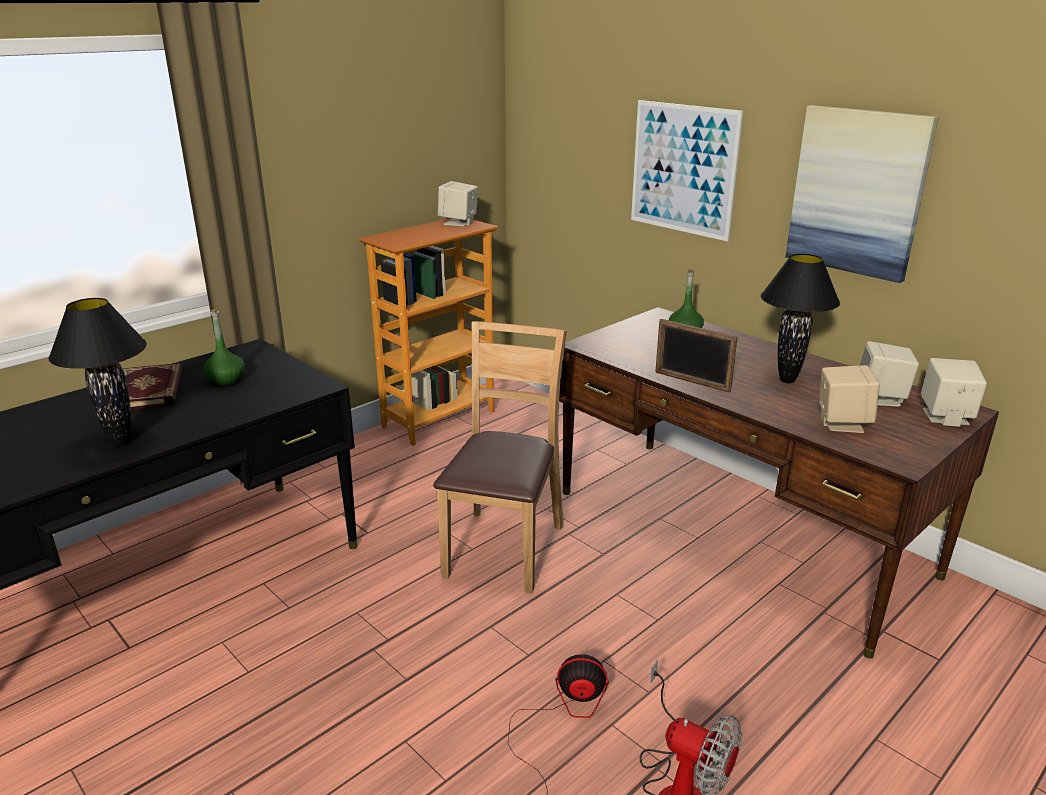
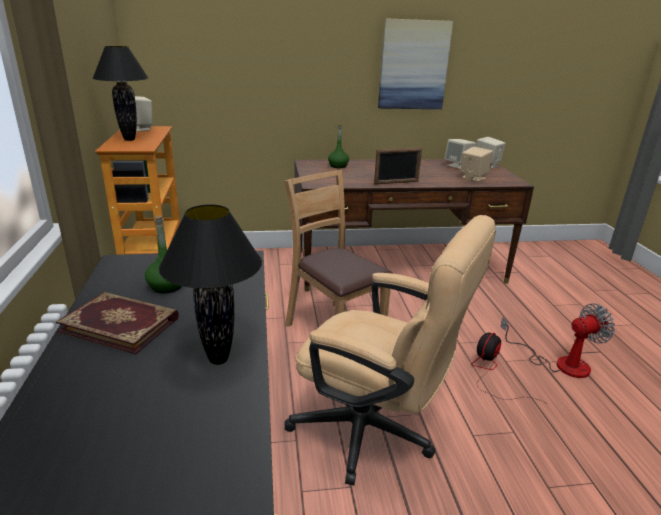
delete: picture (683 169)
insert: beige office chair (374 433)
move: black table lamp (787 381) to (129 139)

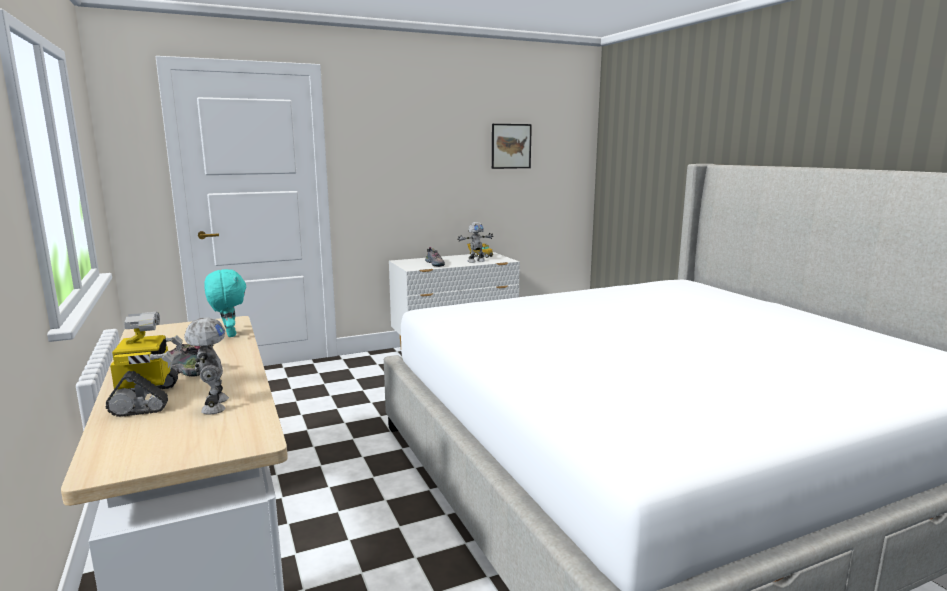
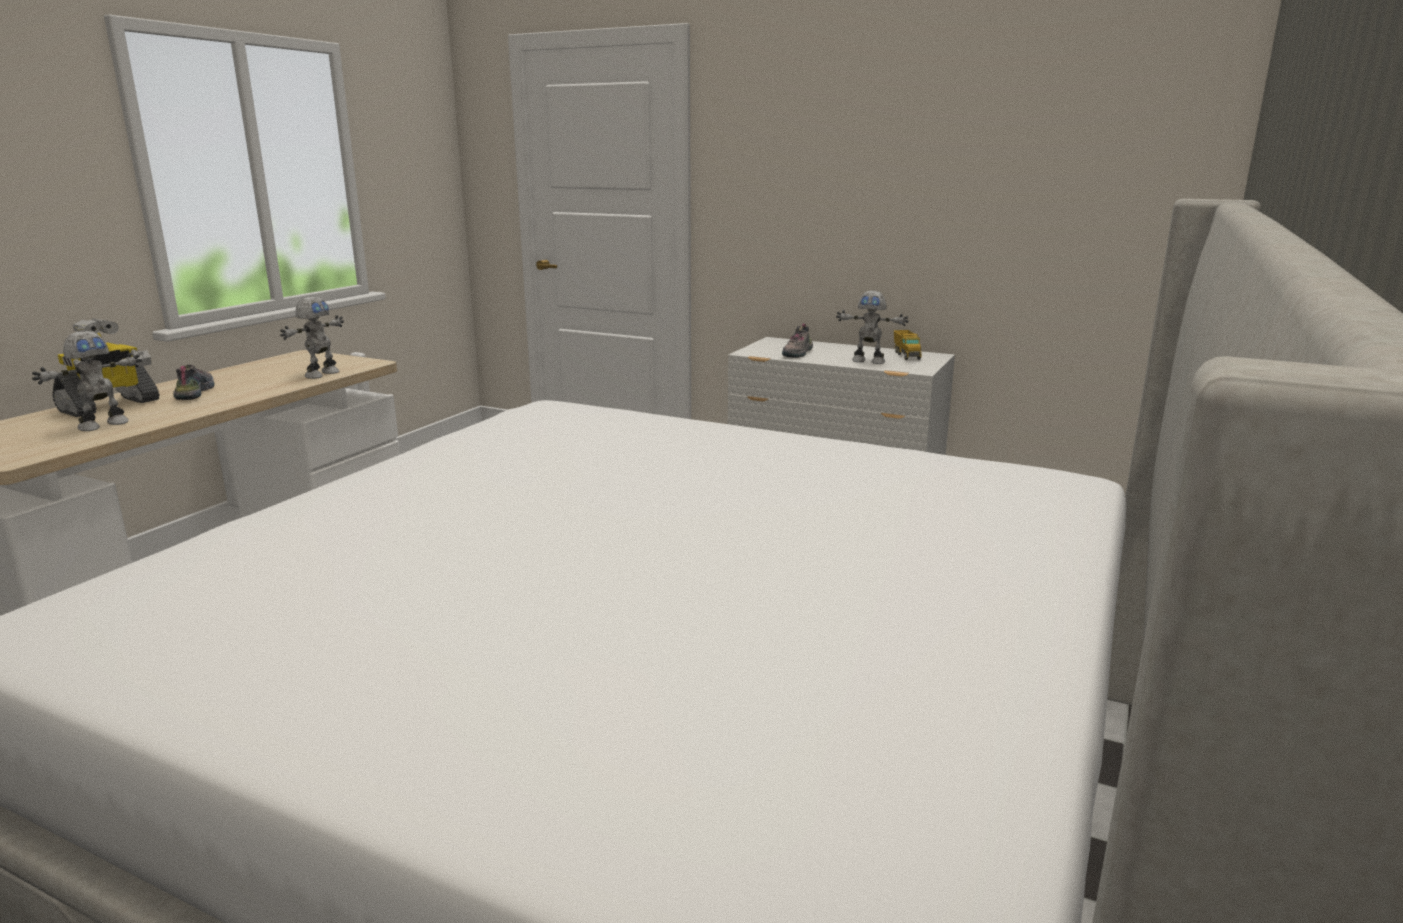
delete: picture (511 146)
replace: turquoise plush toy (229 334) to toy robot (321 374)

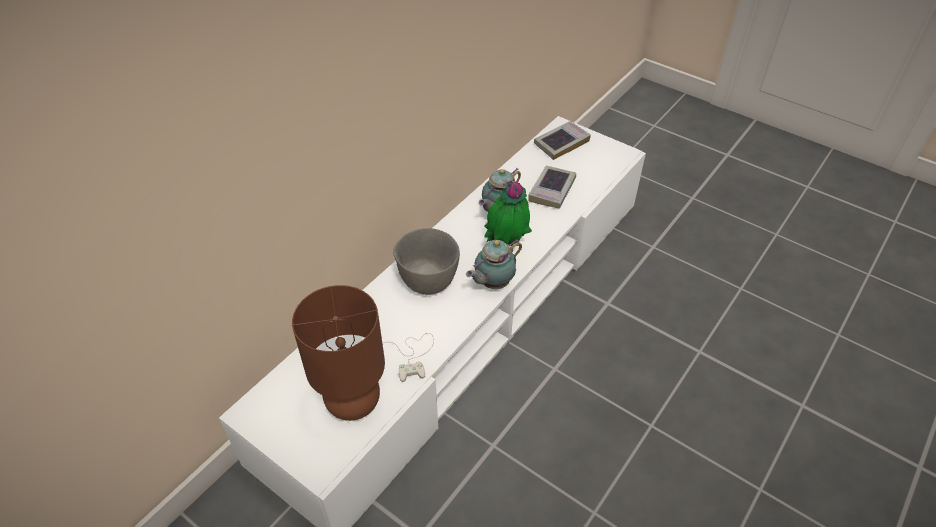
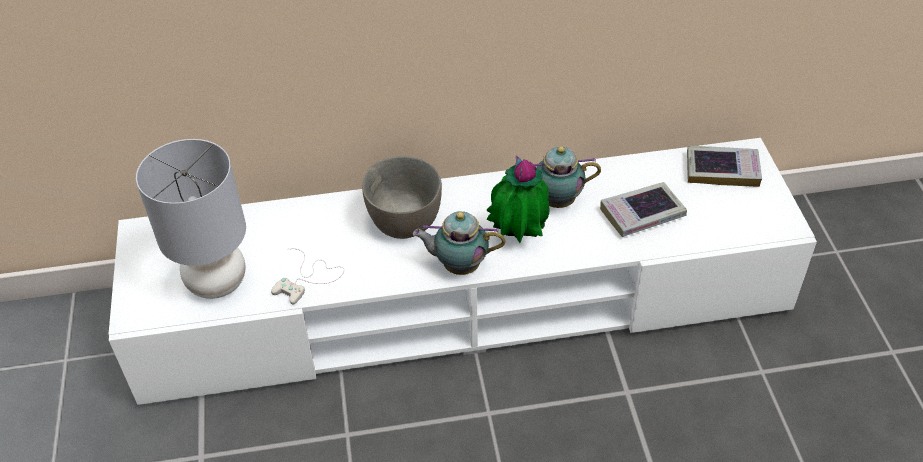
recolor: brown table lamp (353 403) to grey table lamp (216 282)

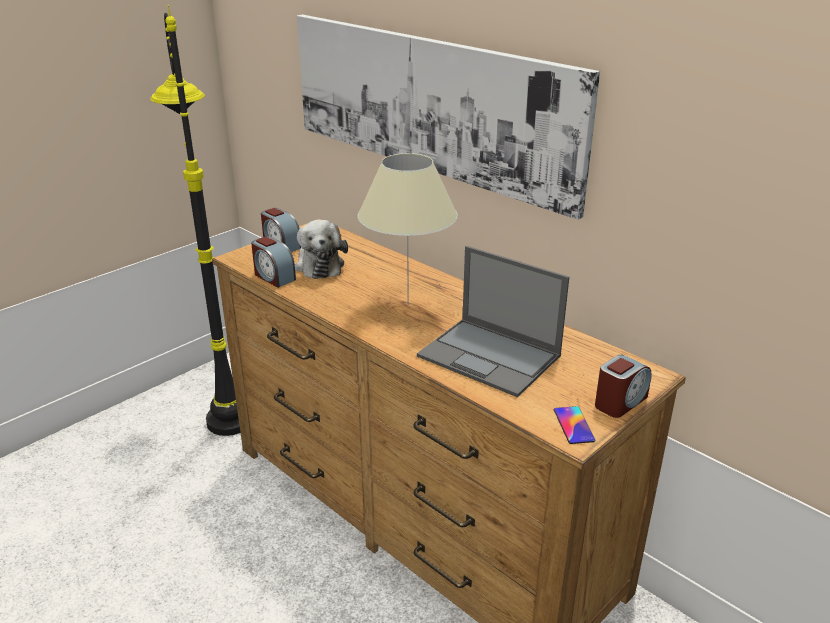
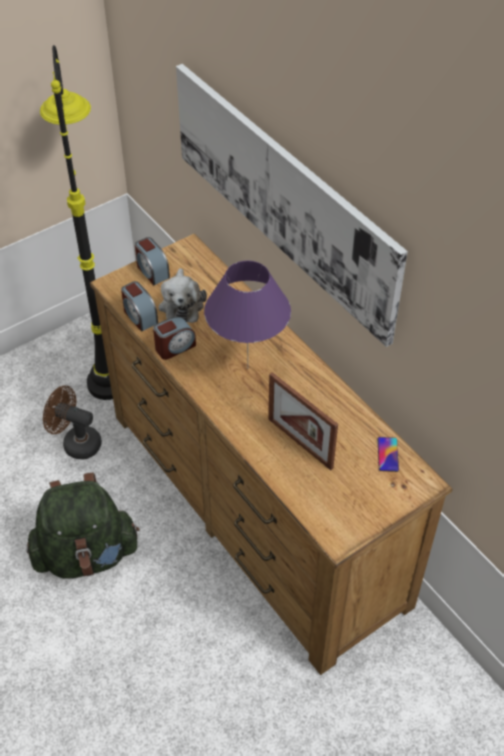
insert: brown fan (76 443); green backpack (86 554)
move: alarm clock (620 402) to (175 347); phone (573 425) to (387 454)
replace: laptop (490 356) to picture frame (300 443)
recolor: beige table lamp (408 304) to purple table lamp (248 368)

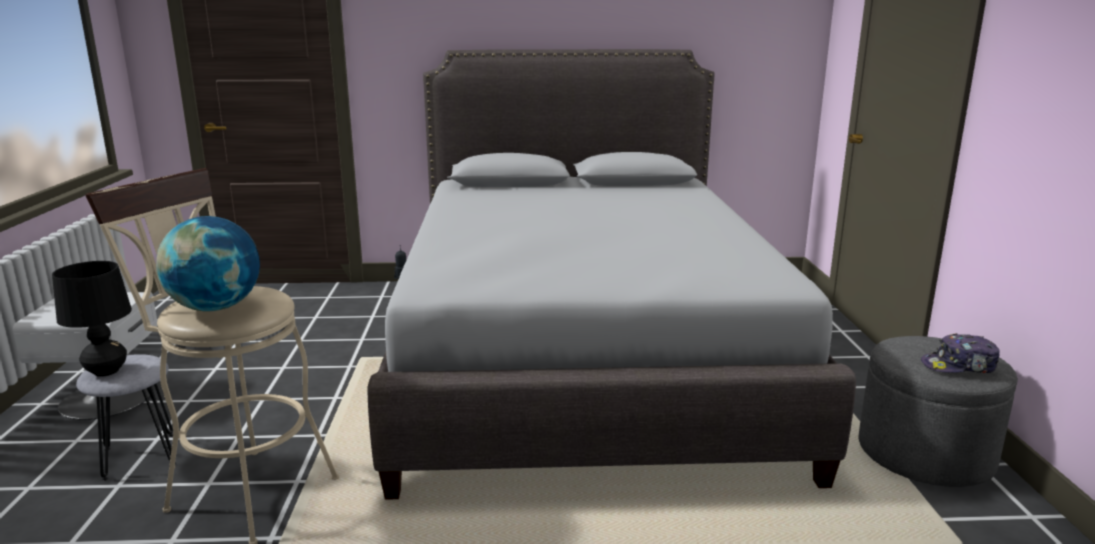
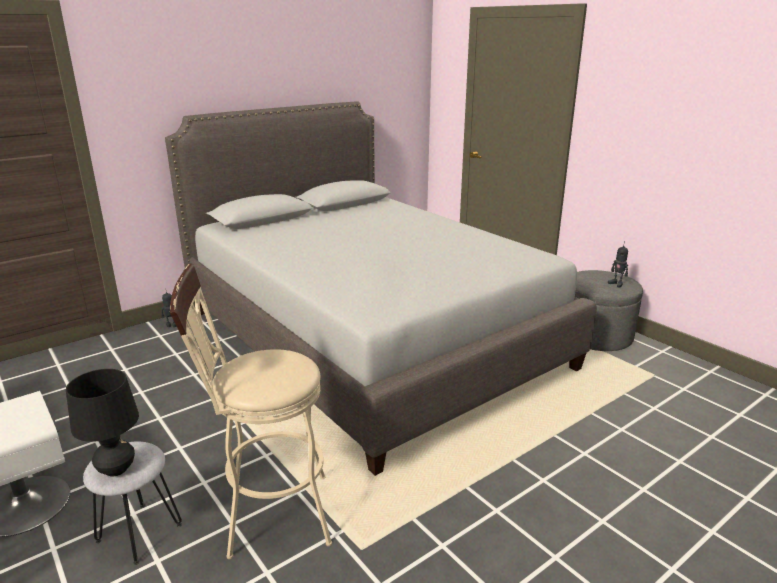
delete: globe (216 308)
replace: cap (959 366) to toy robot (616 284)

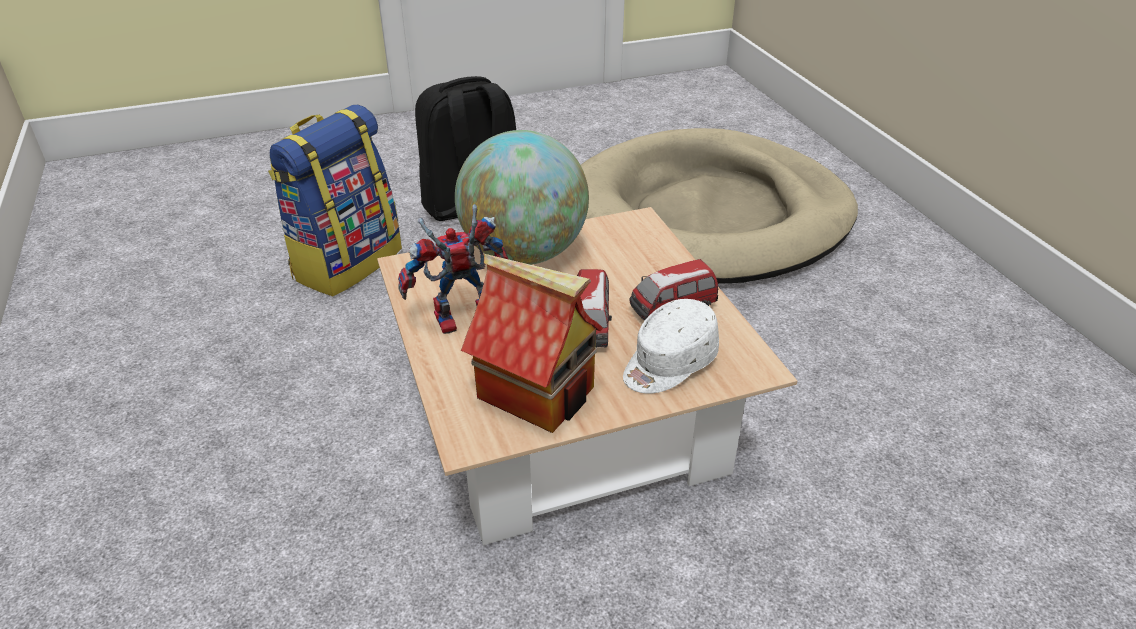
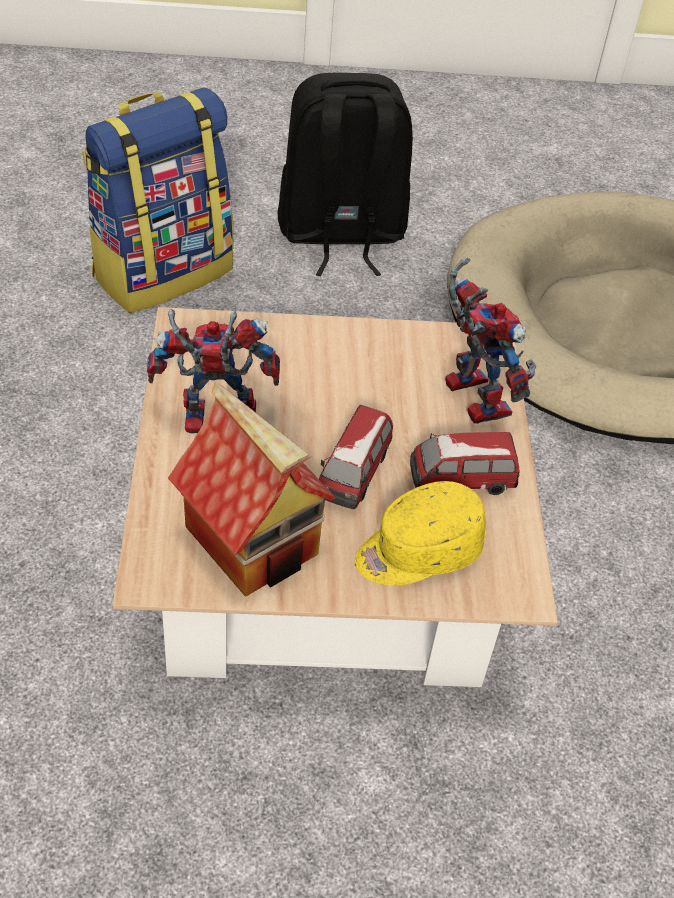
delete: globe (524 254)
insert: toy robot (468 394)
recolor: white cap (668 364) to yellow cap (417 551)

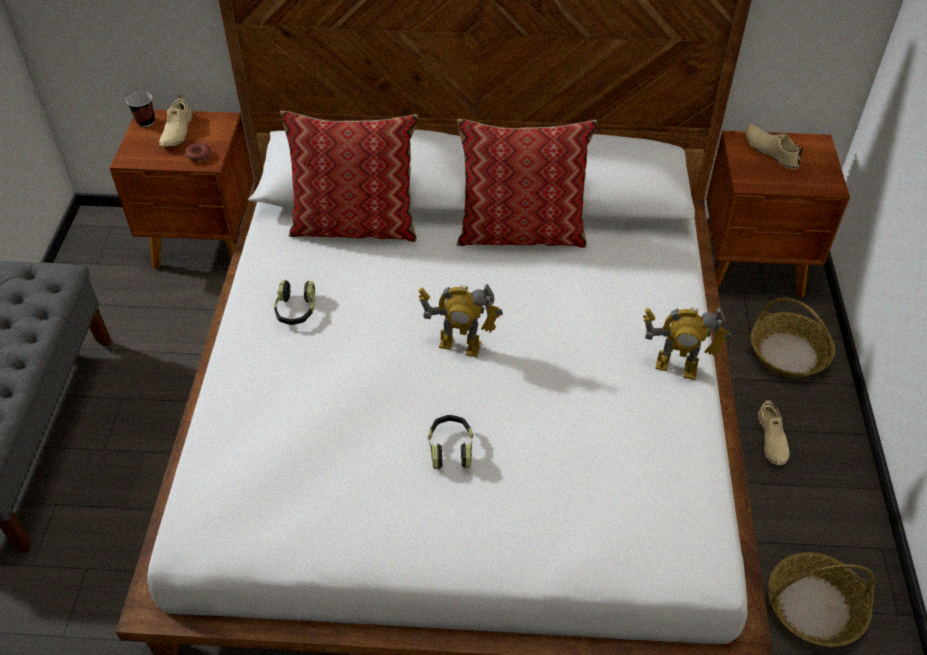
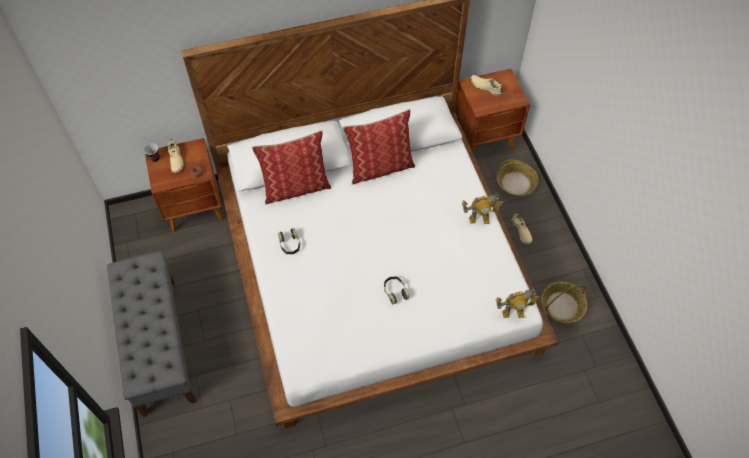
move: toy robot (460 345) to (513 313)

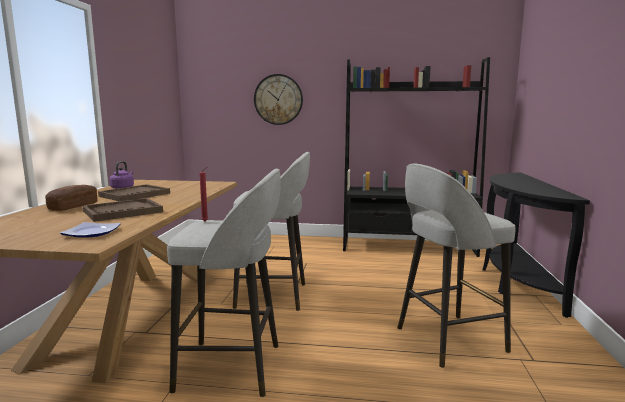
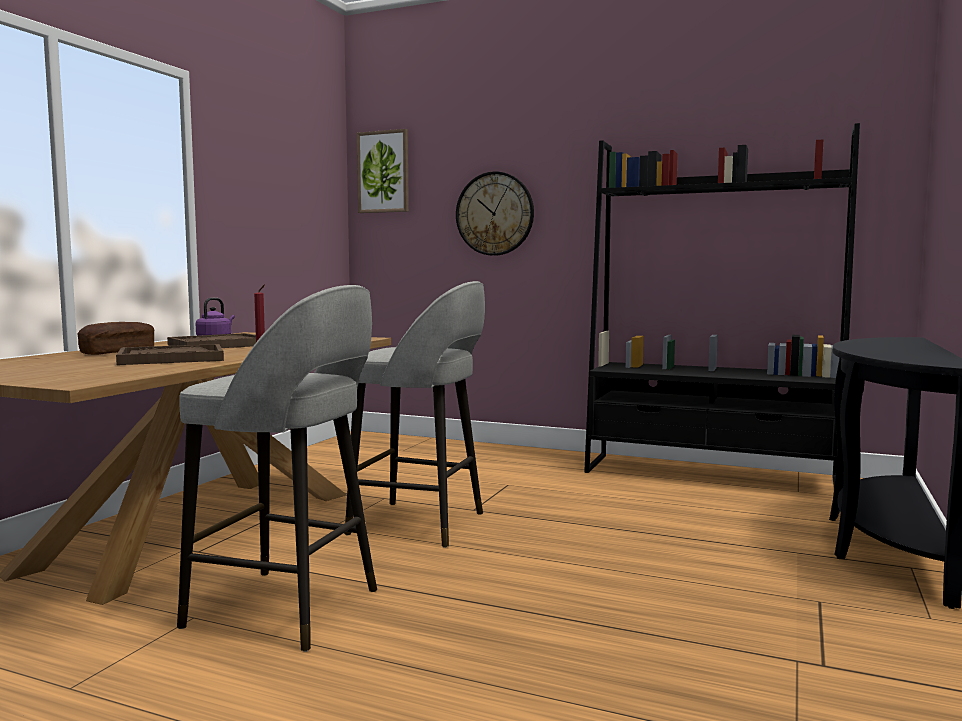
delete: grey stool (447 340); plate (92 233)
insert: picture (383 172)

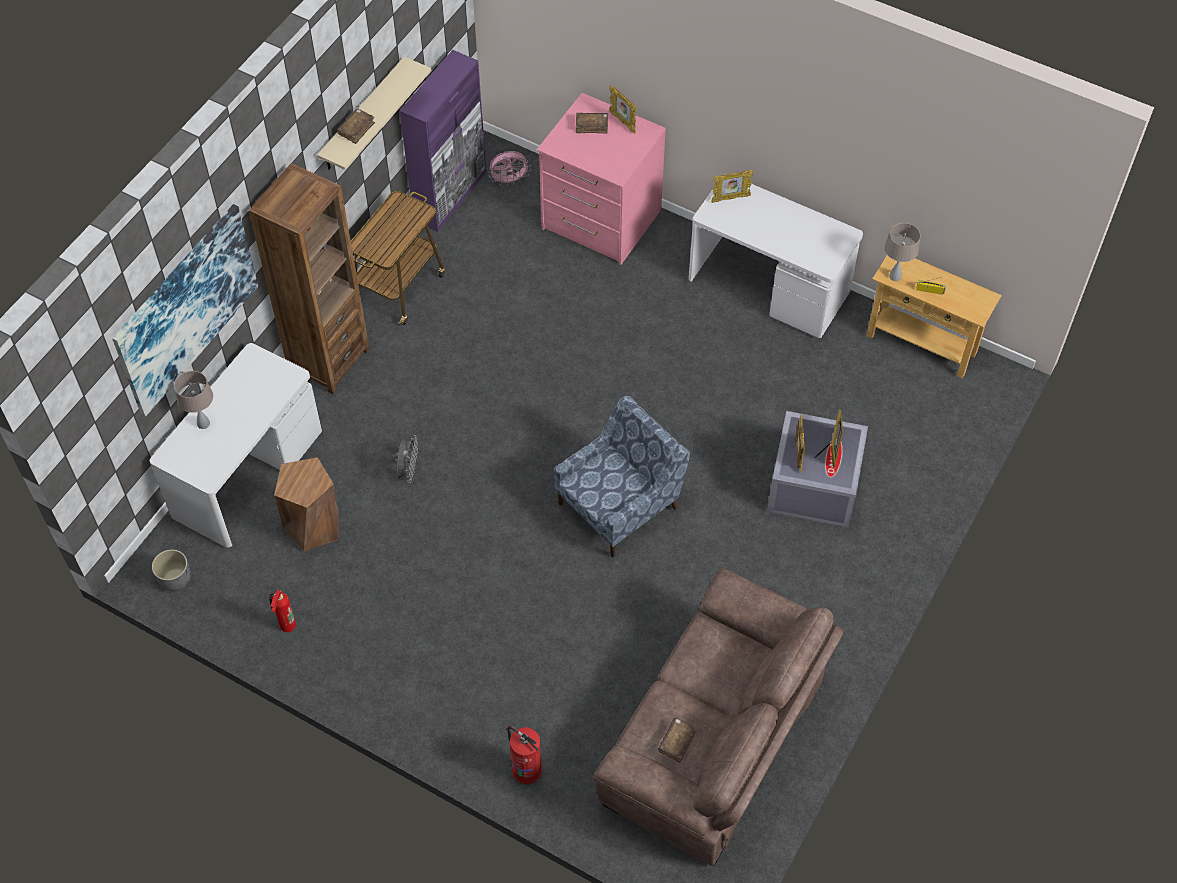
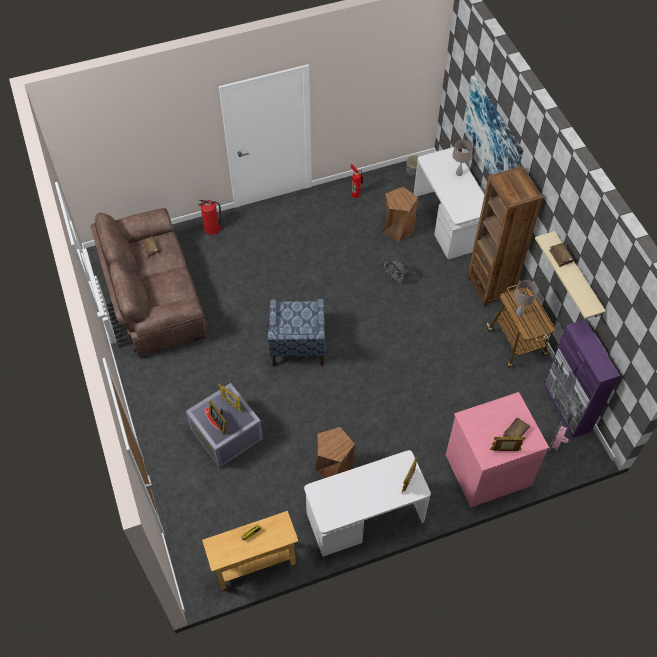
insert: brown stool (334 467)
move: beige table lamp (895 276) to (519 312)

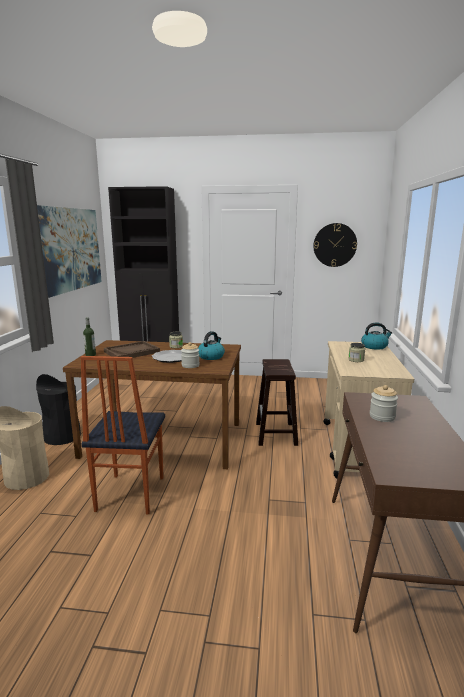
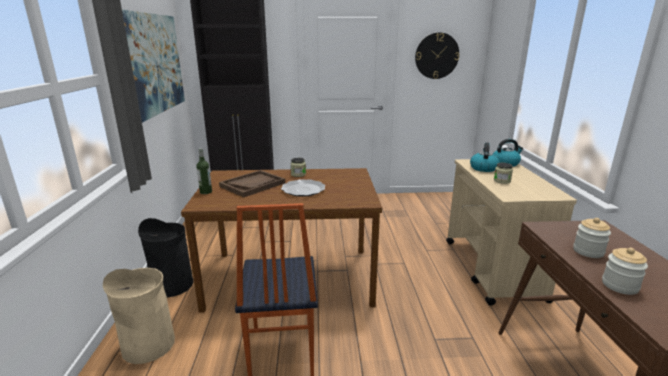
delete: brown stool (276 434)
move: kettle (211 356) to (483 168); jar (190 365) to (619 285)

